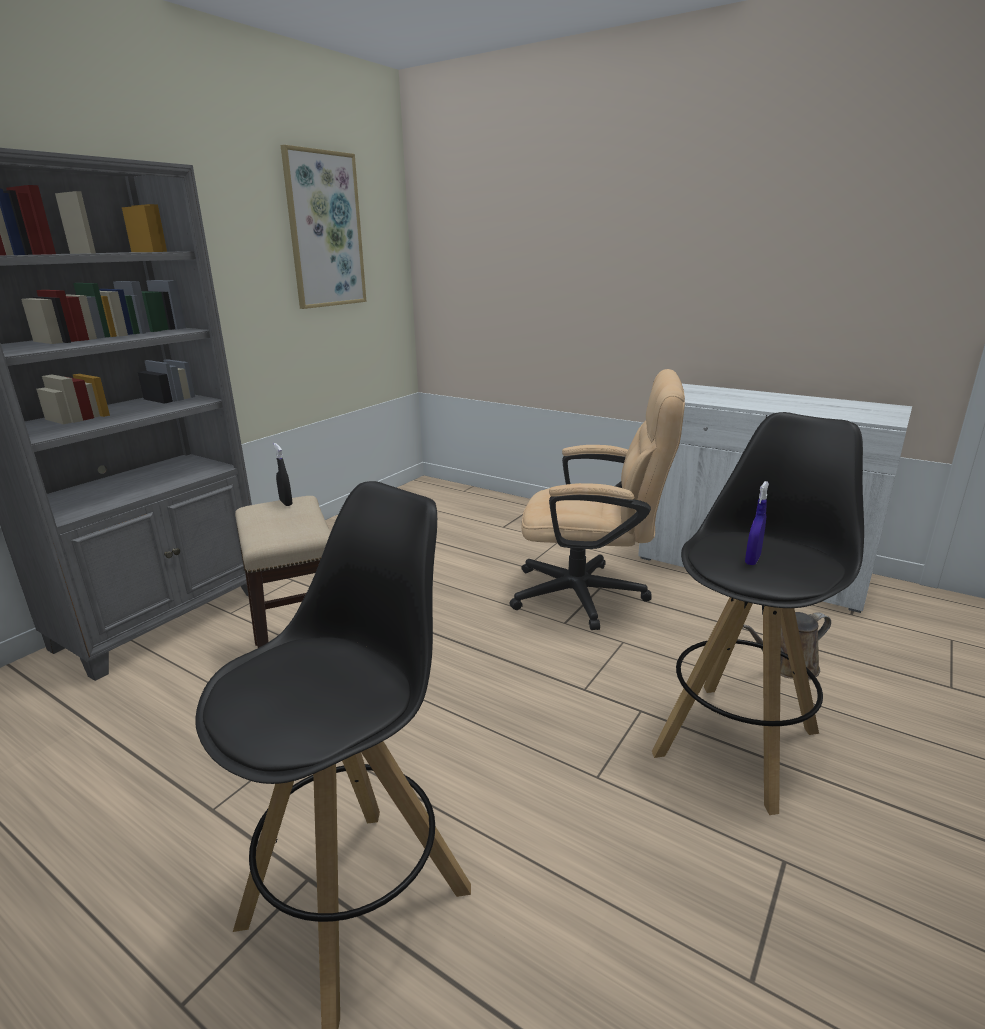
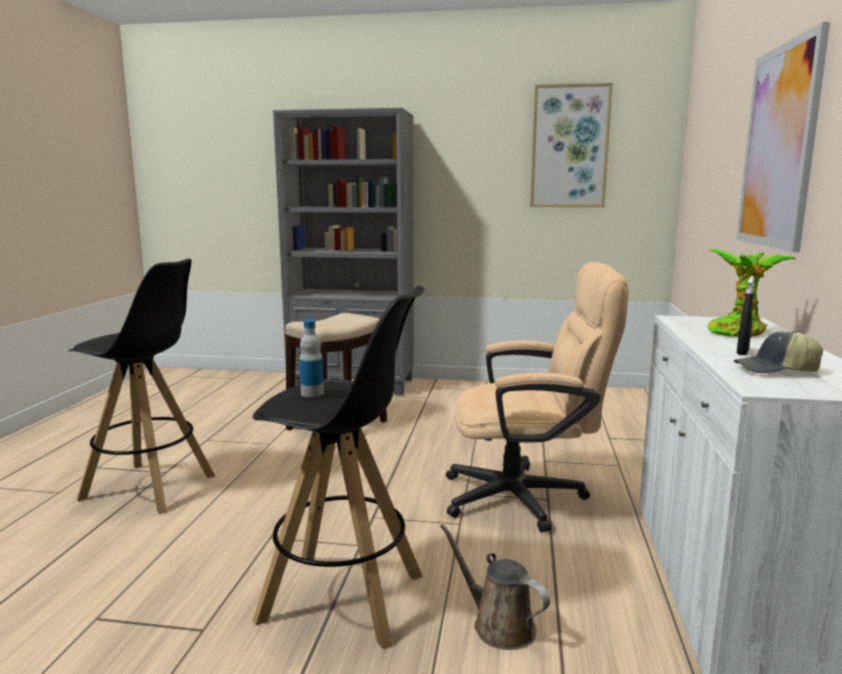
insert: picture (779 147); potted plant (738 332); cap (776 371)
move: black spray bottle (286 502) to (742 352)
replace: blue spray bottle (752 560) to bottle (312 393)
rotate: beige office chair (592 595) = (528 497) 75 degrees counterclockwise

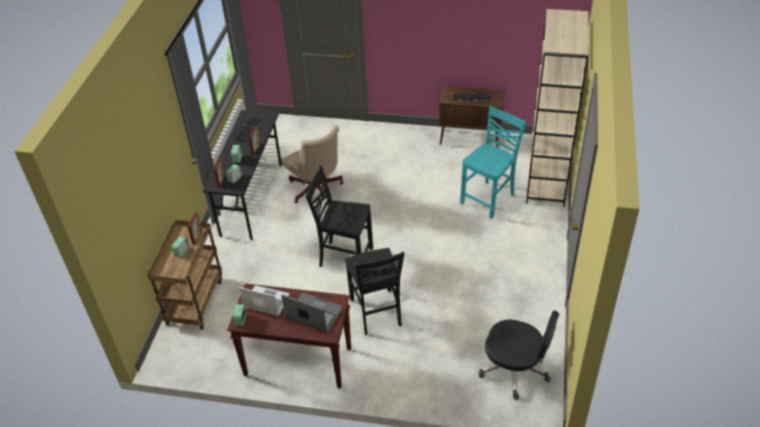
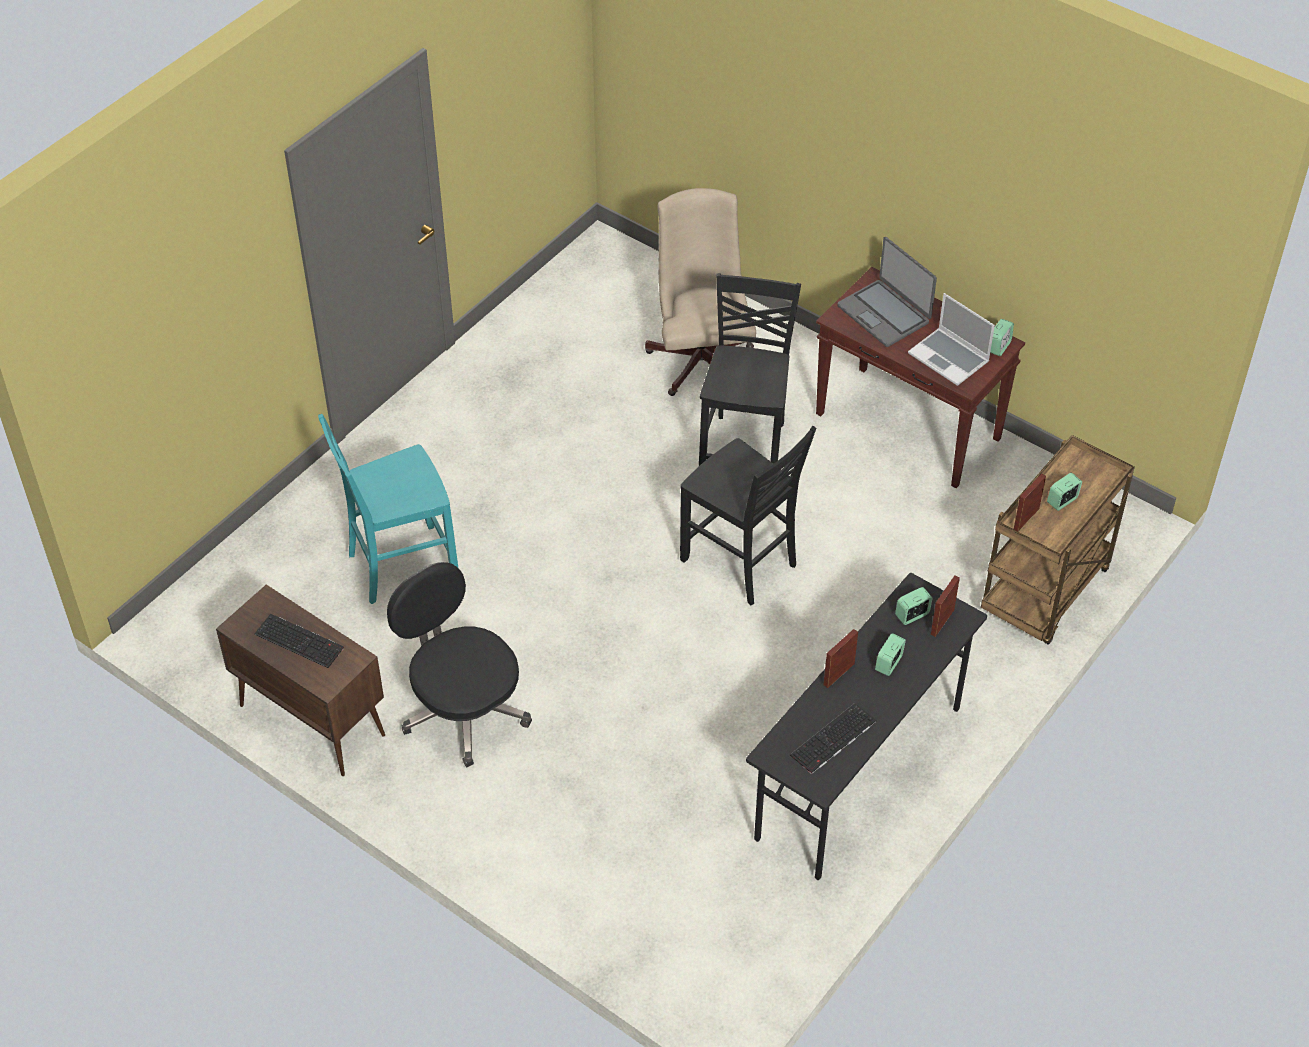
delete: beige bookcase (546 180)
move: beige office chair (317 191) to (701 356); black office chair (515 369) to (463 709)

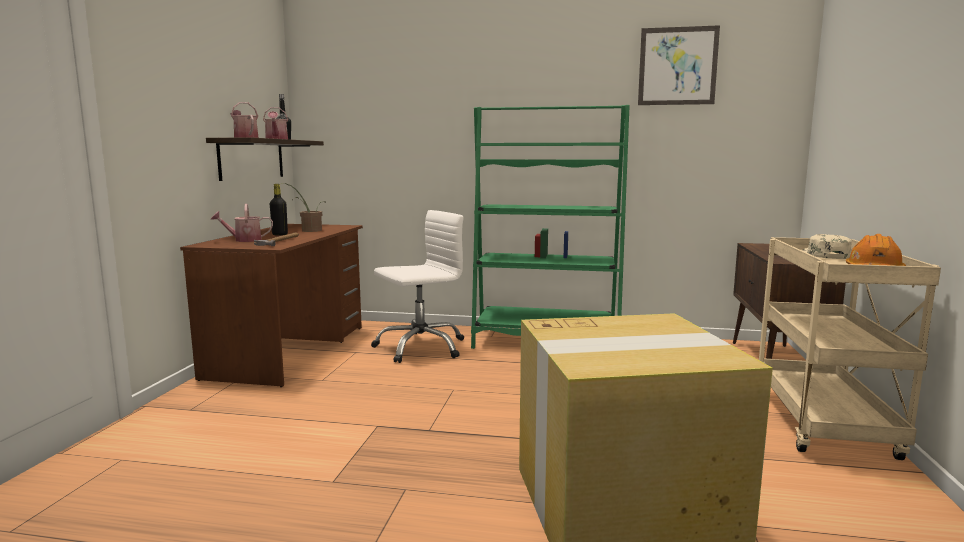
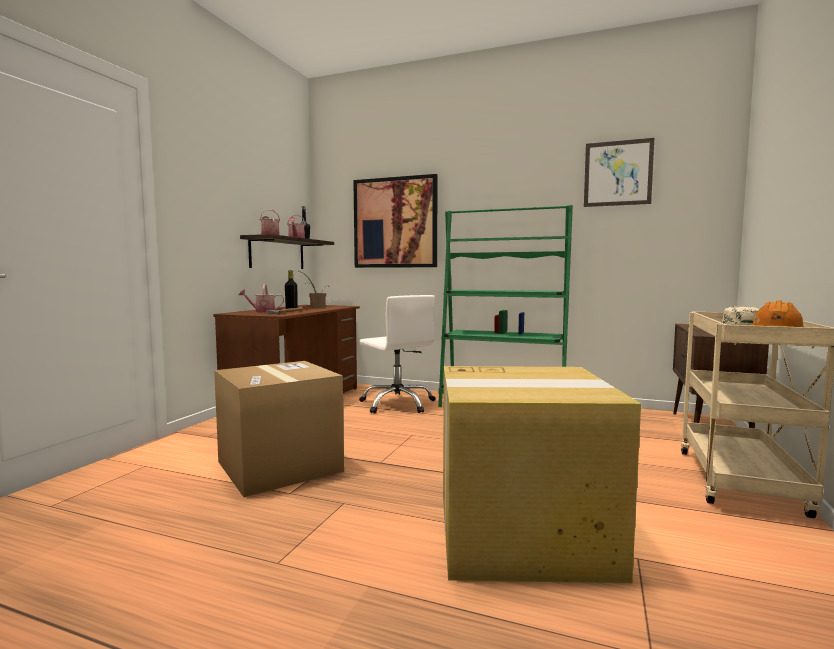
insert: picture (395 223); cardboard box (279 466)
rotate: white office chair (420 347) = (397 404) 75 degrees clockwise

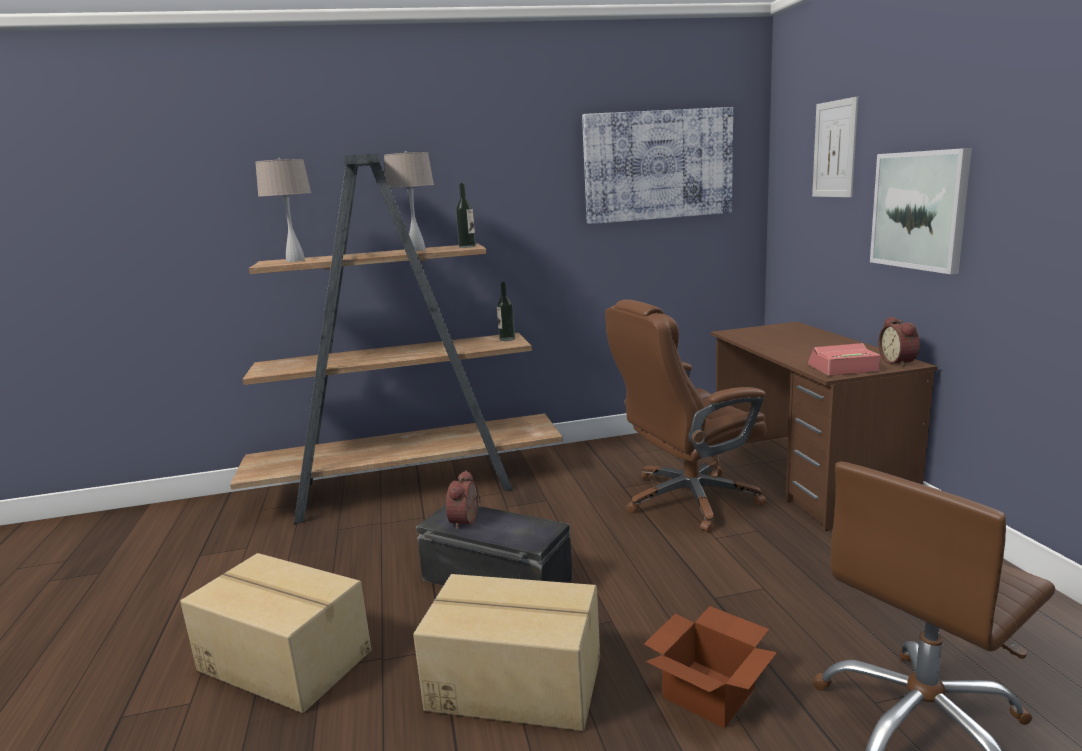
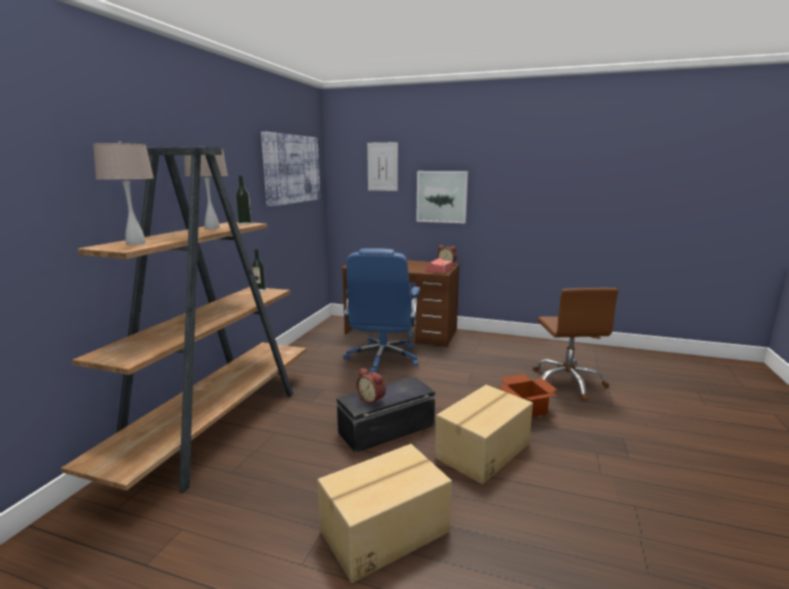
recolor: brown office chair (687 500) to blue office chair (382 358)

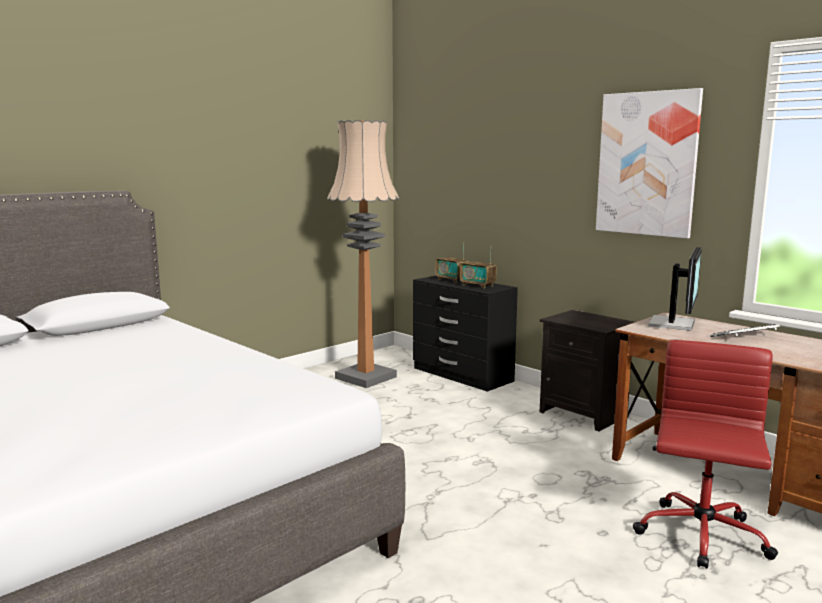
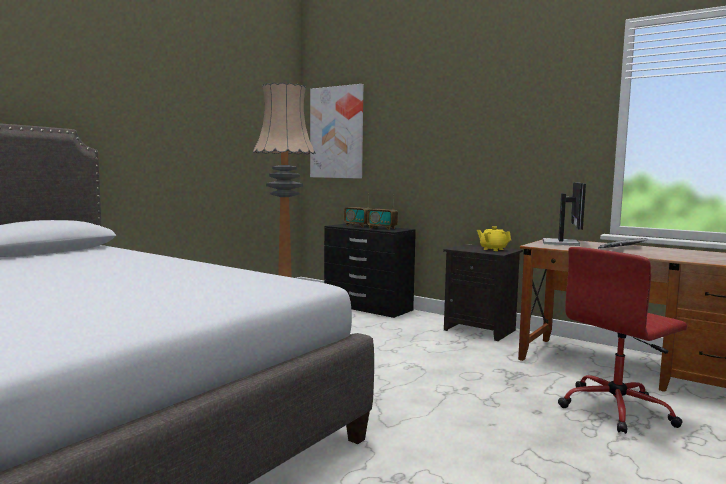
insert: yellow teapot (493 249)
move: picture (647 164) to (337 132)
rotate: red office chair (701 536) = (617 409) 135 degrees counterclockwise

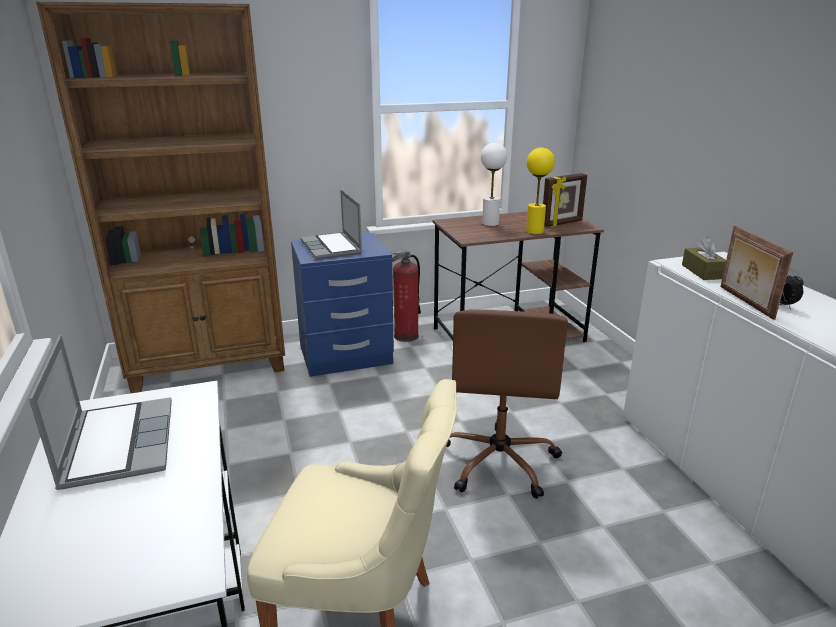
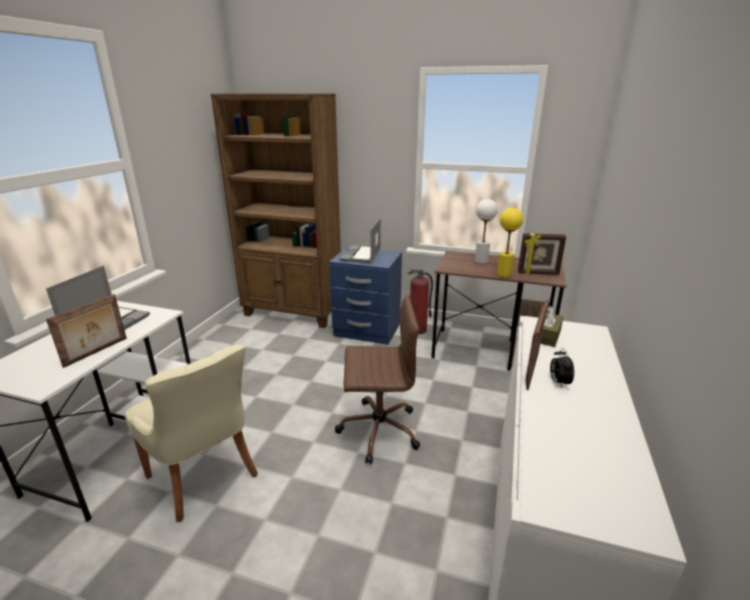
insert: picture frame (97 352)
rotate: brown office chair (499 461) = (377 430) 135 degrees counterclockwise

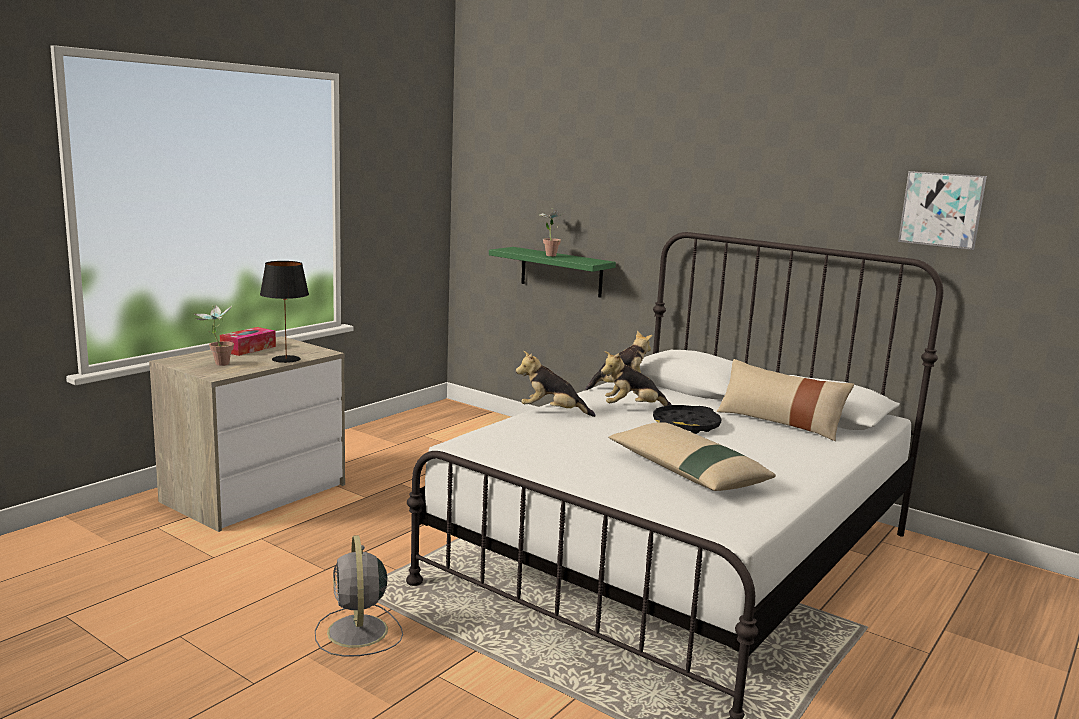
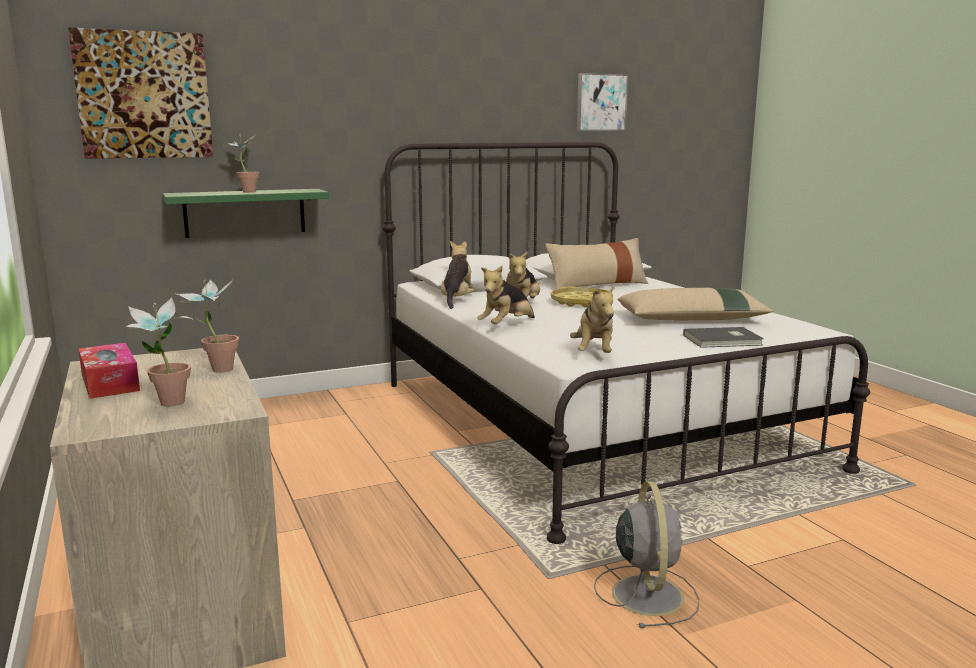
insert: picture (144 95); plush toy (594 353); grey book (724 340)
replace: black table lamp (286 359) to potted plant (214 370)
recolor: black tray (686 425) to yellow tray (581 302)
rotate: grey fan (358 633) = (646 593) 105 degrees counterclockwise

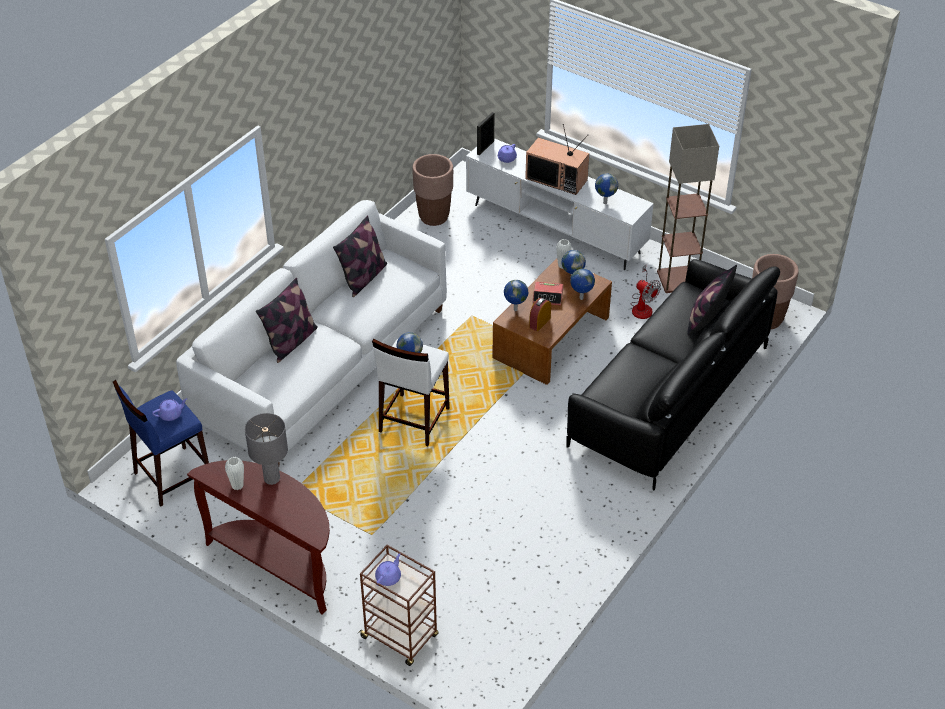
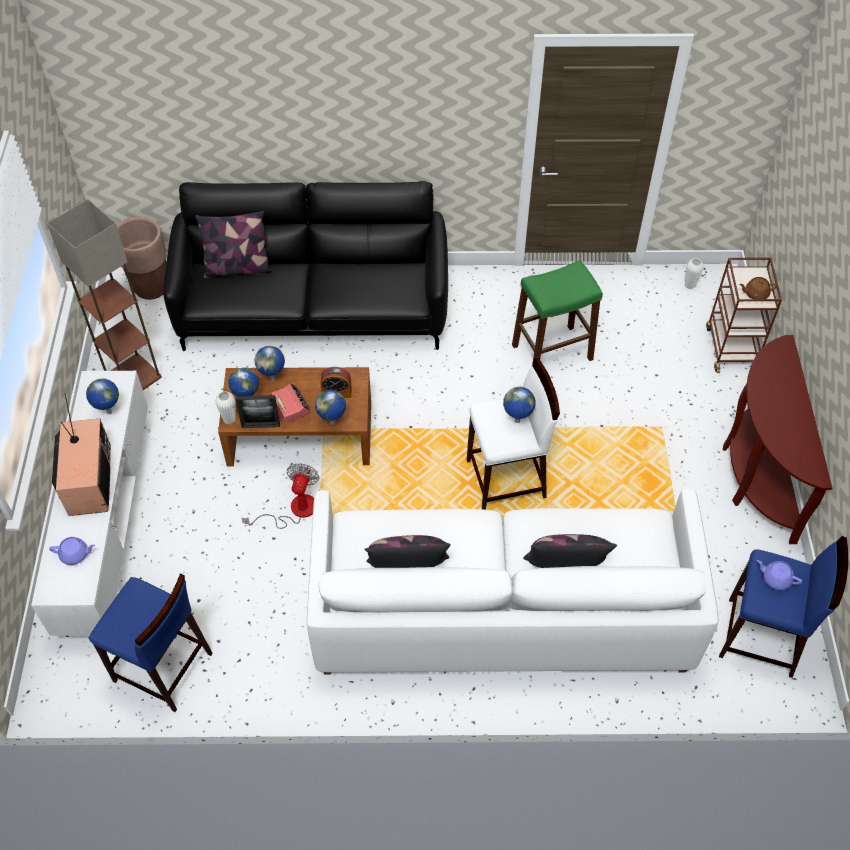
delete: grey table lamp (271 478)
insert: green stool (552 352)
move: picture frame (485 147) to (261 426); fan (642 306) to (294 510); white vase (237 486) to (689 285)
replace: brown planter (433 217) to blue stool (163 668)
recolor: purple teapot (388 577) to brown teapot (755 294)

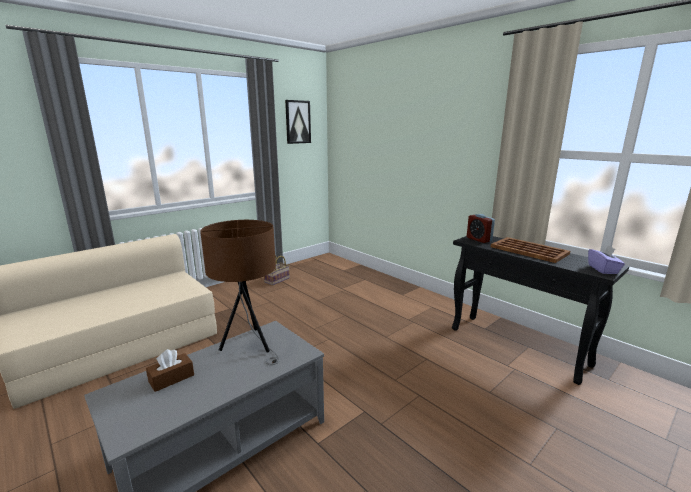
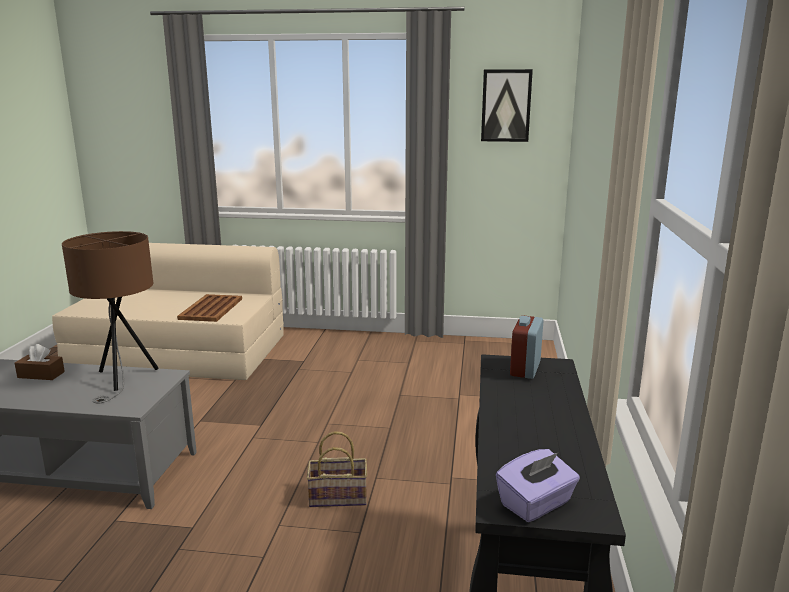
move: brown tray (529 250) to (210 309); basket (277 280) to (339 496)

